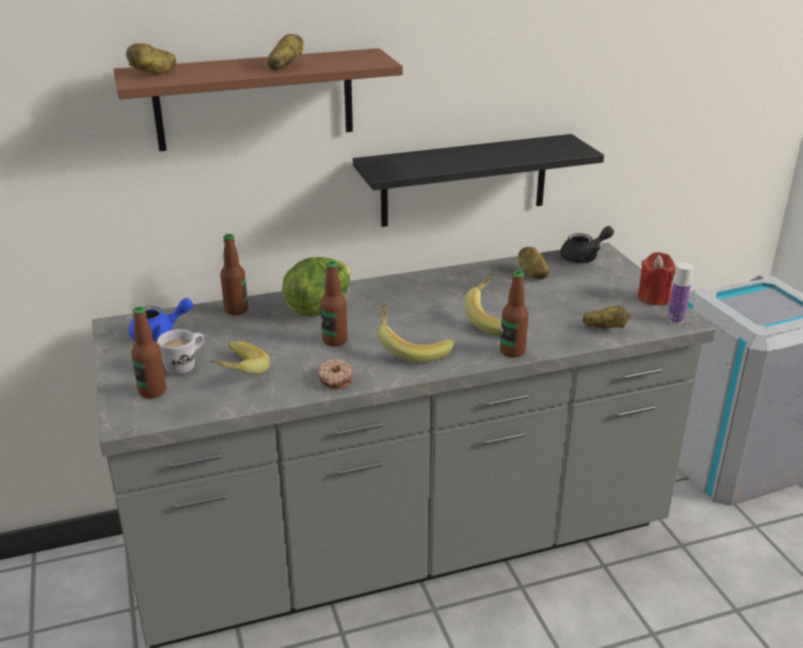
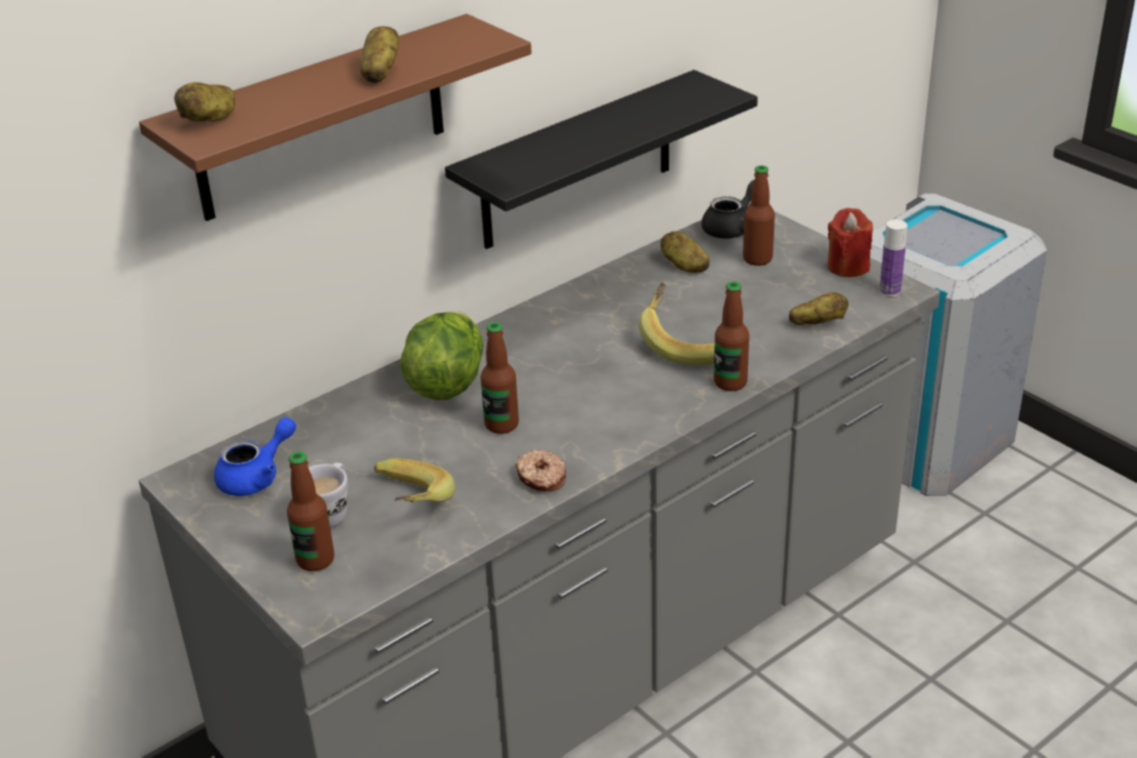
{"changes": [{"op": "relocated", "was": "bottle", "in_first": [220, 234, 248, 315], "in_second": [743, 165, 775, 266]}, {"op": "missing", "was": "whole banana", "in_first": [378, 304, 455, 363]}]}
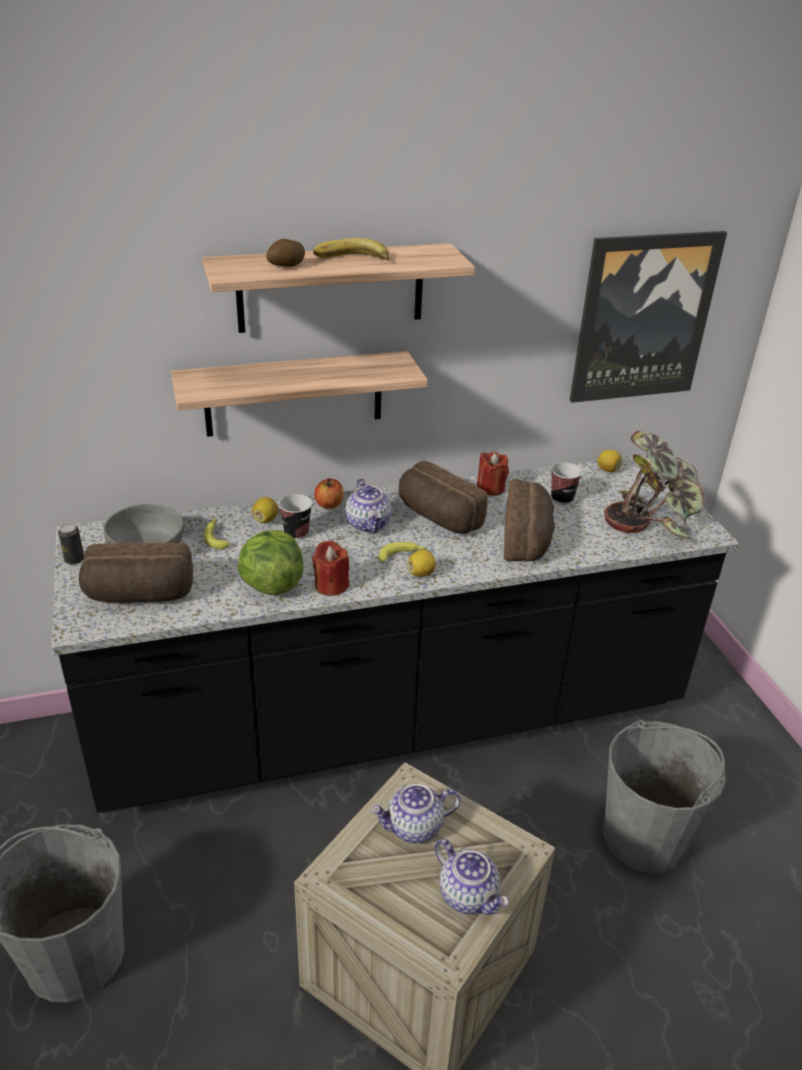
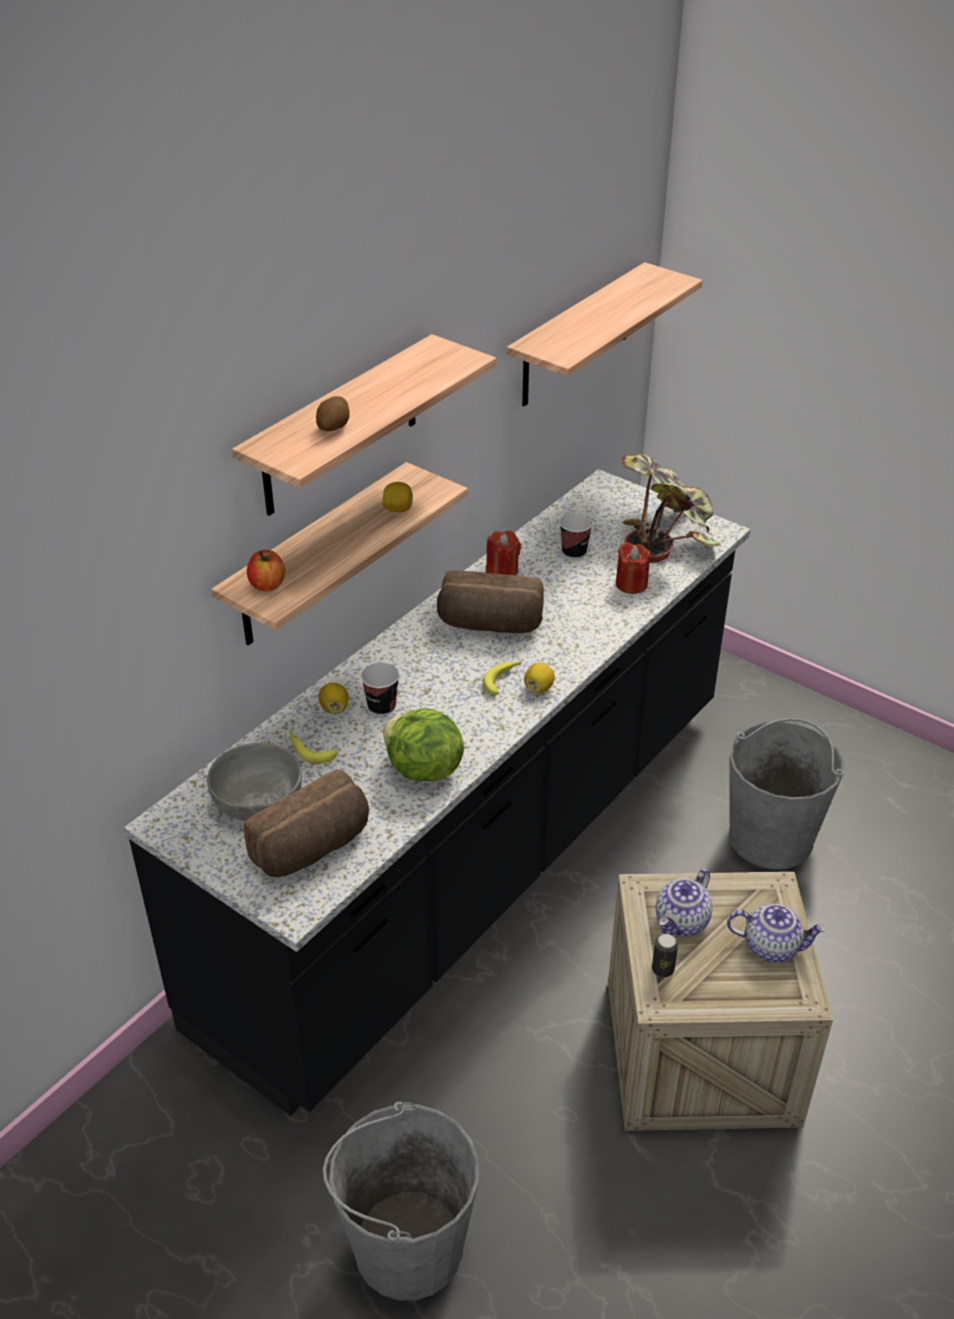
{"changes": [{"op": "relocated", "was": "sealed can", "in_first": [58, 524, 84, 564], "in_second": [652, 933, 678, 977]}, {"op": "relocated", "was": "candle (reddish)", "in_first": [312, 540, 349, 596], "in_second": [616, 542, 650, 594]}, {"op": "missing", "was": "whole banana", "in_first": [313, 238, 389, 260]}, {"op": "relocated", "was": "whole apple", "in_first": [315, 478, 343, 509], "in_second": [247, 550, 285, 591]}, {"op": "missing", "was": "pot for tea", "in_first": [345, 478, 391, 533]}, {"op": "missing", "was": "baked bread", "in_first": [504, 480, 555, 561]}, {"op": "exchanged", "was": "wall art", "now": "bracket shelf", "in_first": [570, 231, 727, 403], "in_second": [506, 262, 703, 406]}, {"op": "relocated", "was": "whole lemon", "in_first": [597, 450, 622, 472], "in_second": [382, 482, 413, 512]}]}
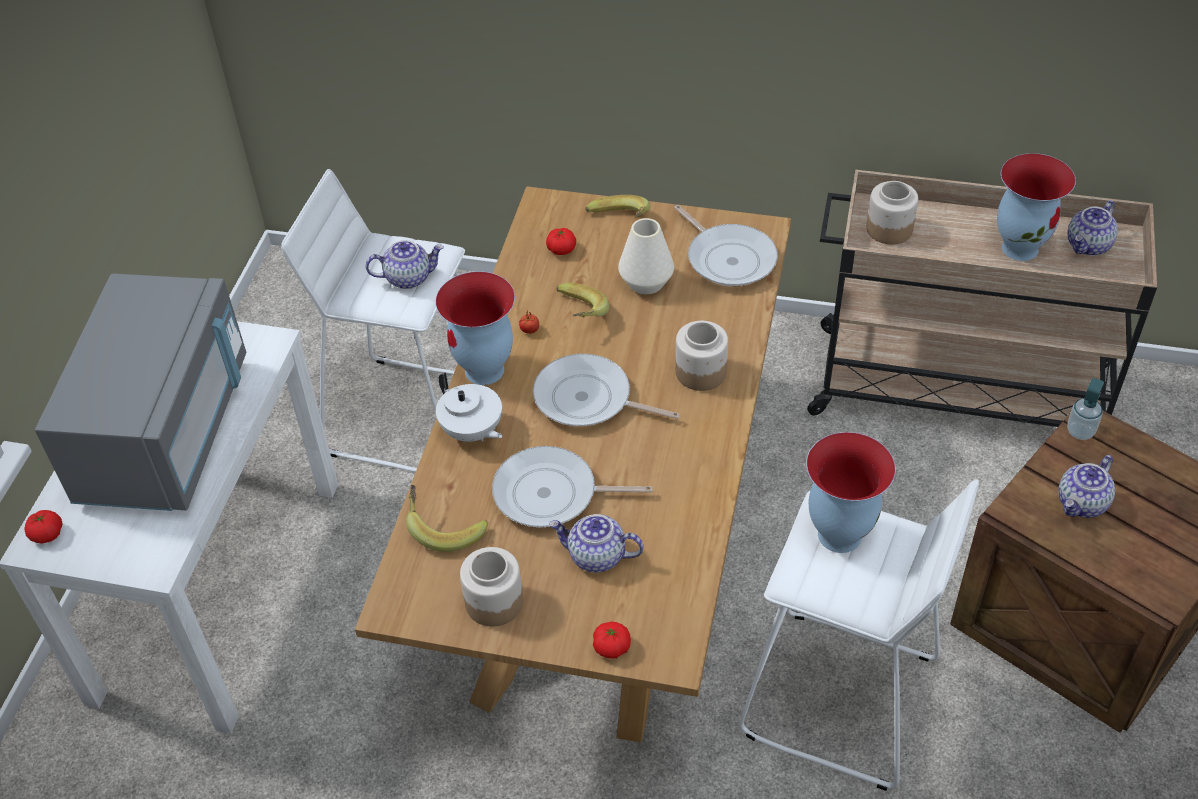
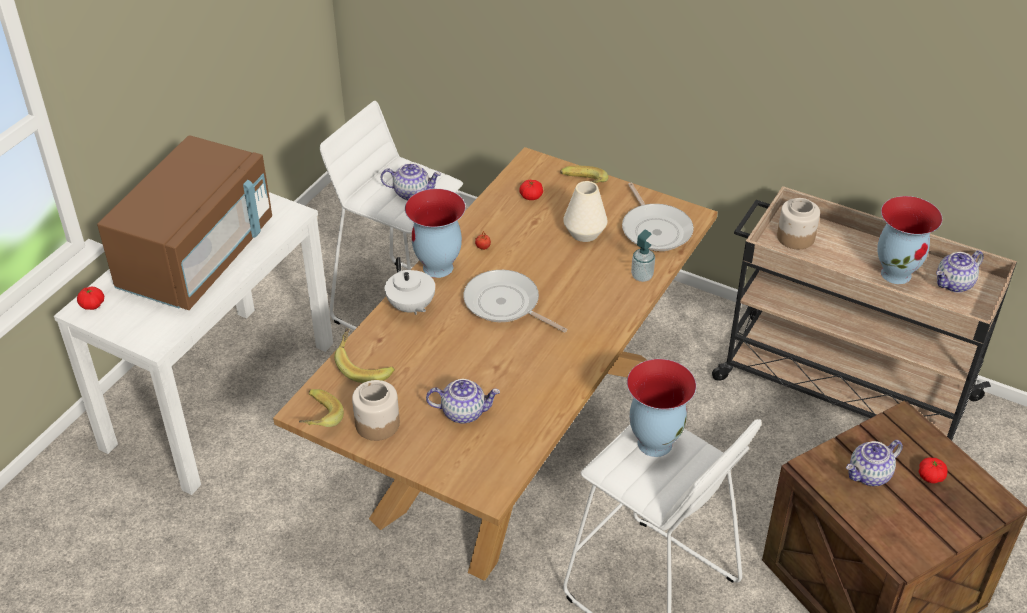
{"changes": [{"op": "colour", "was": "microwave (grey)", "now": "microwave (brownish)", "in_first": [35, 273, 247, 511], "in_second": [97, 135, 272, 310]}, {"op": "missing", "was": "pan", "in_first": [492, 446, 653, 527]}, {"op": "spun", "was": "pot for tea", "in_first": [549, 514, 644, 573], "in_second": [426, 379, 500, 424], "clockwise": 150}, {"op": "relocated", "was": "whole banana", "in_first": [556, 283, 609, 318], "in_second": [299, 389, 344, 427]}, {"op": "relocated", "was": "whole tomato", "in_first": [593, 621, 631, 659], "in_second": [919, 457, 947, 484]}, {"op": "missing", "was": "storage jar", "in_first": [675, 321, 728, 391]}, {"op": "relocated", "was": "liquid soap bottle", "in_first": [1067, 378, 1104, 440], "in_second": [631, 230, 655, 282]}]}
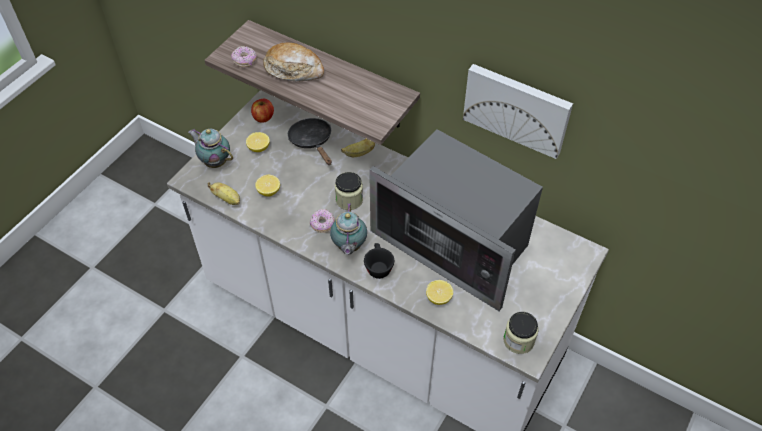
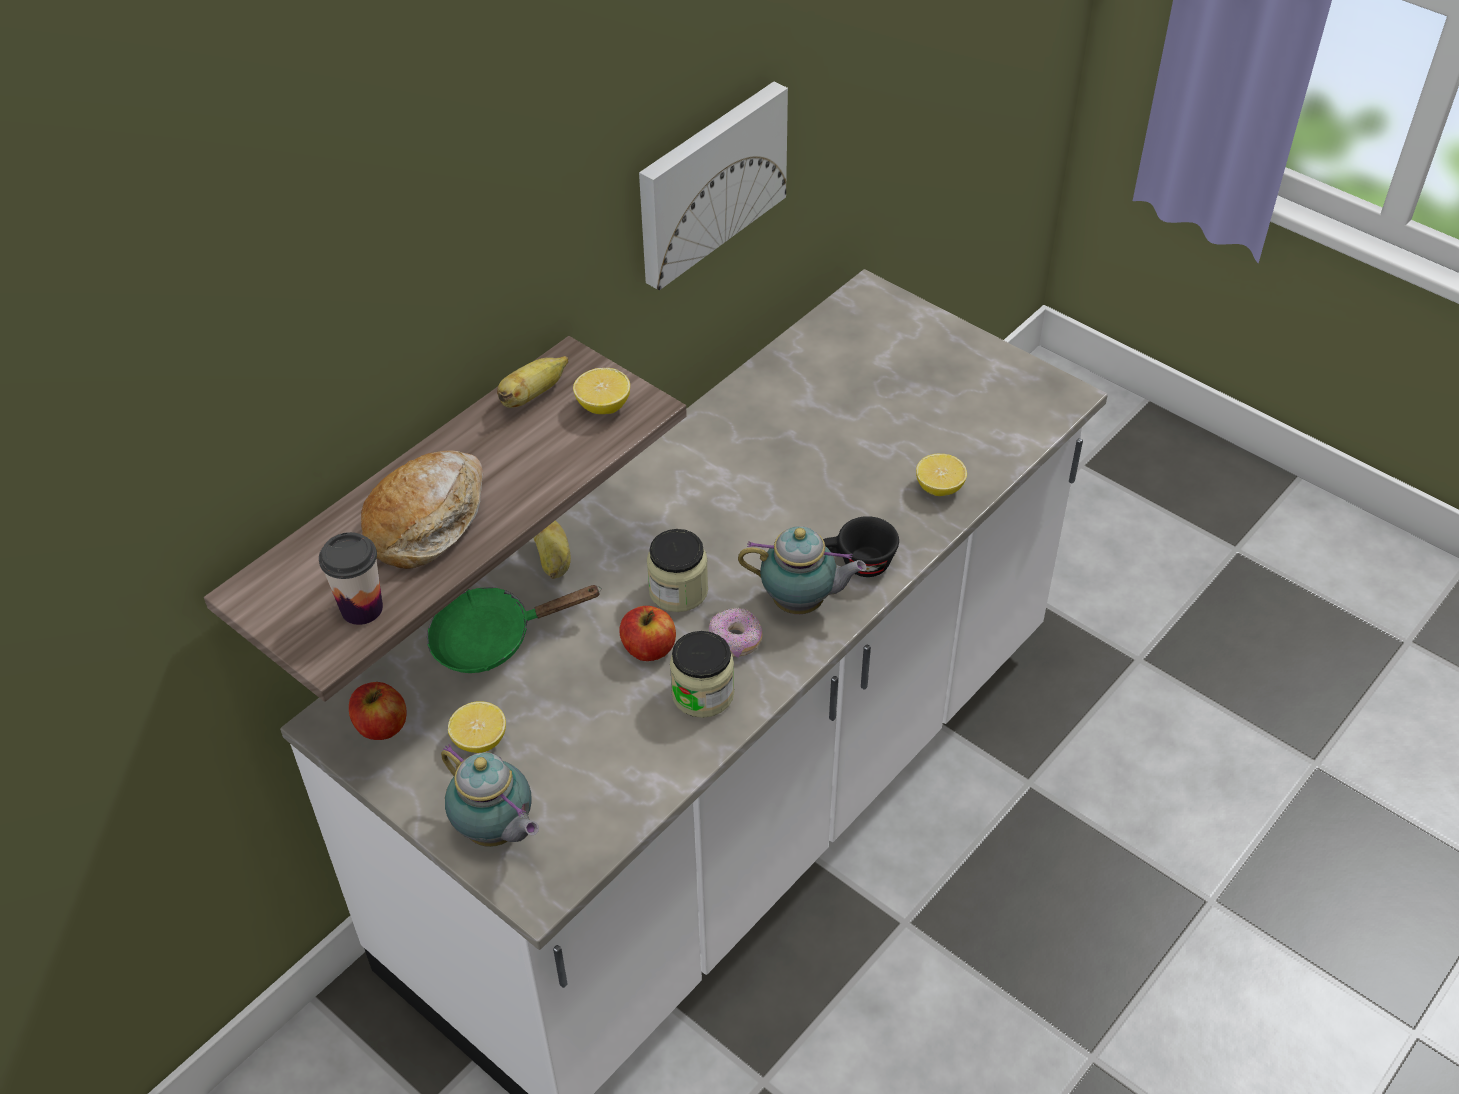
{"changes": [{"op": "spun", "was": "pot for tea", "in_first": [188, 129, 233, 168], "in_second": [441, 744, 539, 847], "clockwise": -90}, {"op": "relocated", "was": "whole banana", "in_first": [208, 182, 240, 205], "in_second": [497, 356, 568, 408]}, {"op": "exchanged", "was": "donut", "now": "cup", "in_first": [231, 46, 257, 67], "in_second": [319, 532, 383, 625]}, {"op": "relocated", "was": "whole lemon", "in_first": [255, 175, 280, 197], "in_second": [573, 368, 630, 414]}, {"op": "colour", "was": "pan (black-coloured)", "now": "pan (greenish)", "in_first": [288, 118, 332, 165], "in_second": [427, 585, 602, 673]}, {"op": "missing", "was": "microwave", "in_first": [369, 129, 543, 311]}, {"op": "relocated", "was": "storage jar", "in_first": [503, 312, 539, 354], "in_second": [670, 631, 734, 718]}, {"op": "appeared", "now": "whole apple", "in_second": [619, 606, 676, 661]}]}
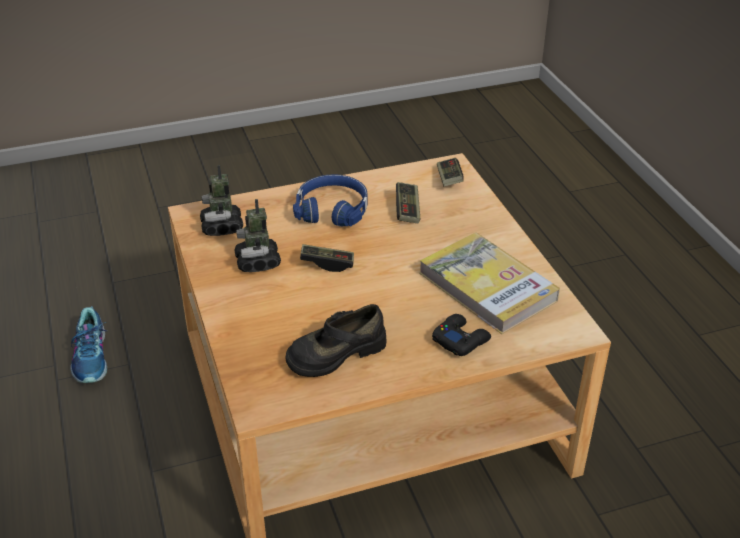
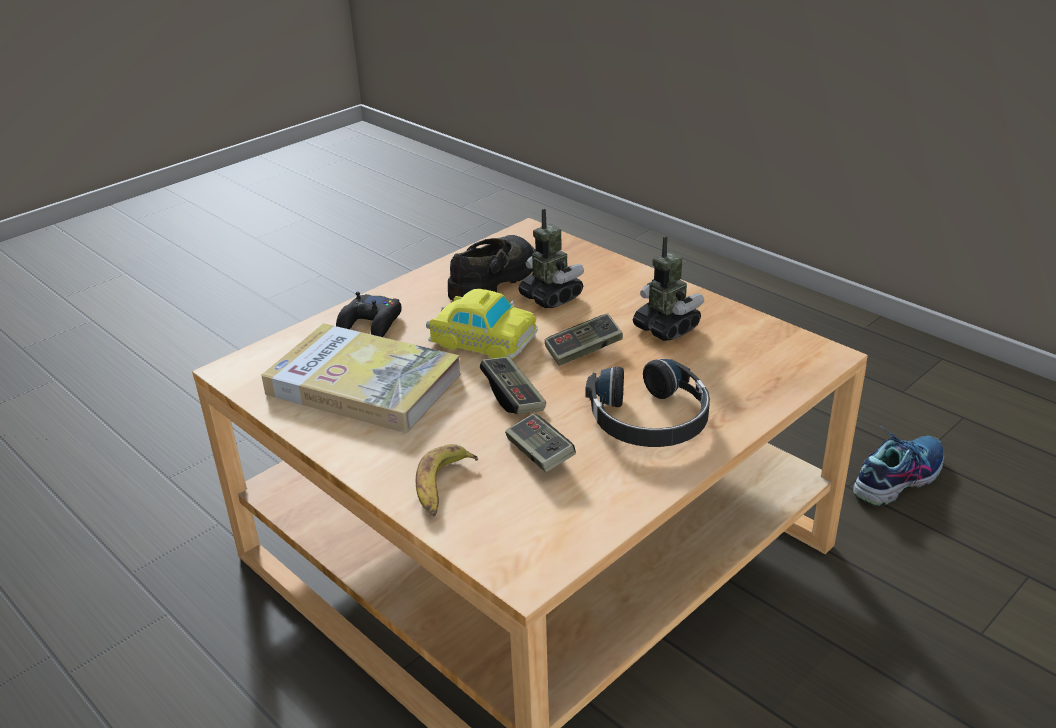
{"changes": [{"op": "spun", "was": "item of footwear", "in_first": [70, 306, 107, 383], "in_second": [853, 426, 944, 506], "clockwise": 90}, {"op": "relocated", "was": "model robot", "in_first": [200, 165, 243, 236], "in_second": [518, 209, 584, 308]}, {"op": "colour", "was": "pair of headphones (blue-coloured)", "now": "pair of headphones (black-coloured)", "in_first": [293, 174, 368, 226], "in_second": [586, 359, 710, 447]}, {"op": "relocated", "was": "gamepad", "in_first": [437, 158, 464, 186], "in_second": [480, 356, 546, 414]}, {"op": "appeared", "now": "whole banana", "in_second": [415, 444, 478, 516]}, {"op": "appeared", "now": "model car", "in_second": [426, 289, 538, 359]}]}
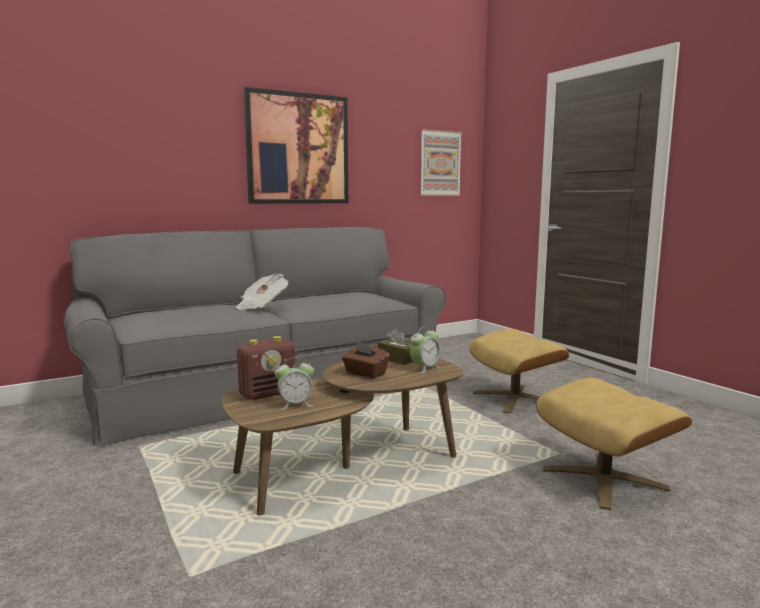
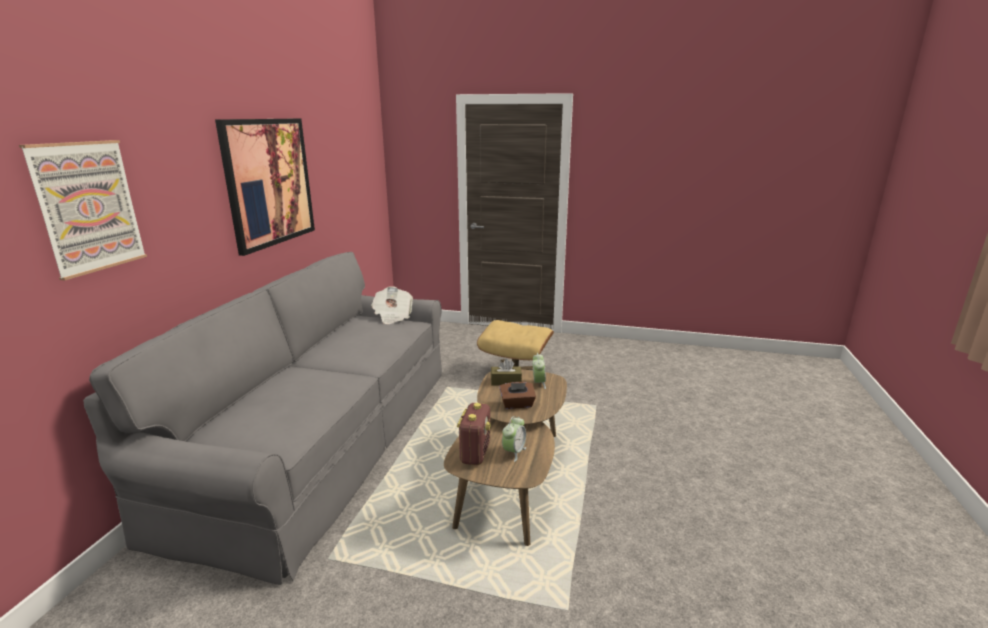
{"changes": [{"op": "relocated", "was": "newspaper", "in_first": [236, 274, 288, 309], "in_second": [371, 286, 413, 324]}, {"op": "relocated", "was": "wall art", "in_first": [420, 129, 462, 196], "in_second": [19, 140, 147, 280]}, {"op": "missing", "was": "footrest (sand-coloured)", "in_first": [536, 378, 692, 510]}]}
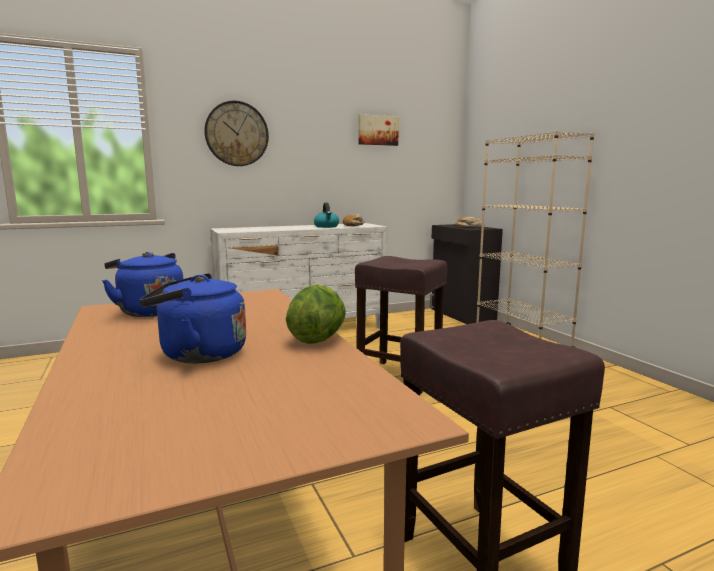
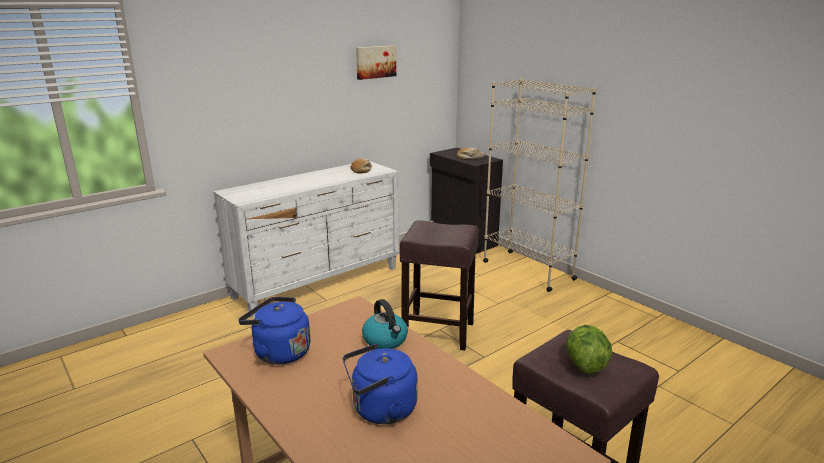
{"changes": [{"op": "missing", "was": "wall clock", "in_first": [204, 101, 269, 166]}, {"op": "relocated", "was": "lettuce", "in_first": [286, 285, 346, 344], "in_second": [566, 325, 612, 374]}, {"op": "relocated", "was": "tea kettle", "in_first": [314, 202, 339, 228], "in_second": [362, 299, 408, 349]}]}
